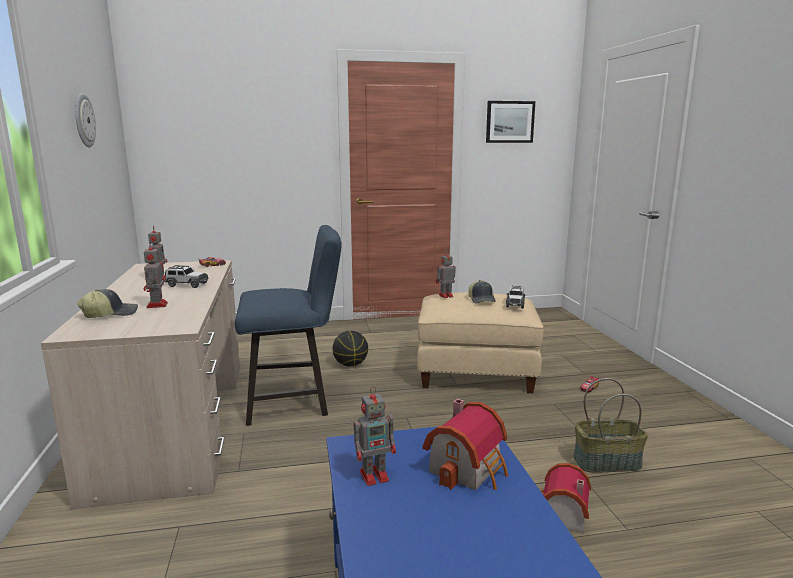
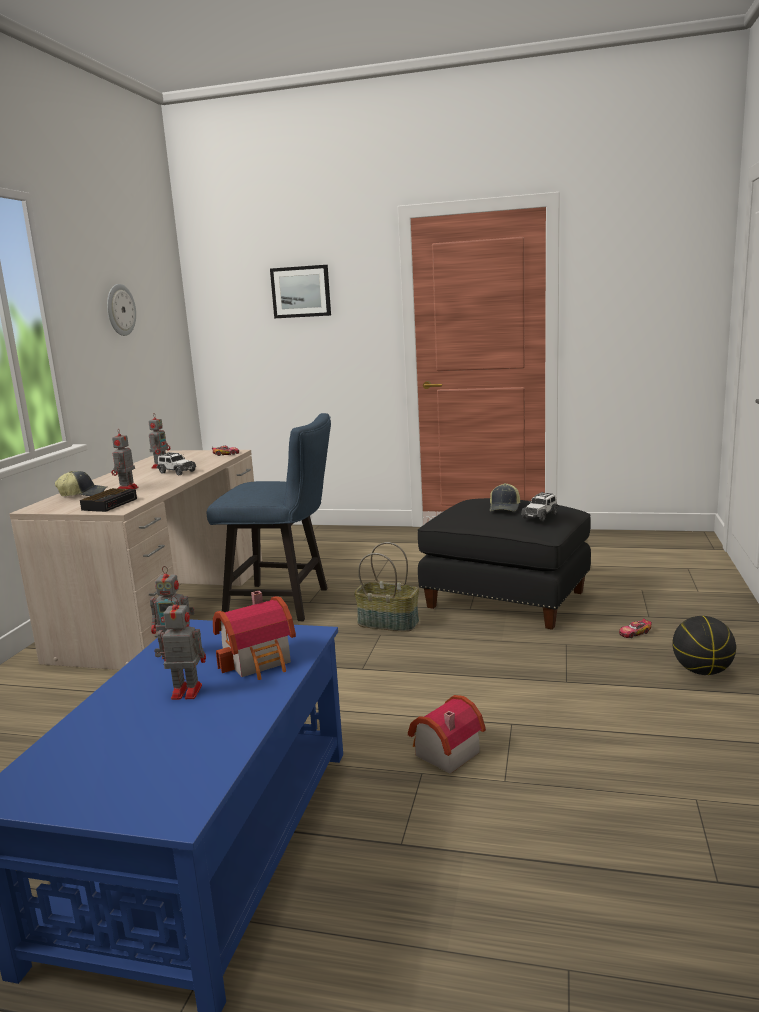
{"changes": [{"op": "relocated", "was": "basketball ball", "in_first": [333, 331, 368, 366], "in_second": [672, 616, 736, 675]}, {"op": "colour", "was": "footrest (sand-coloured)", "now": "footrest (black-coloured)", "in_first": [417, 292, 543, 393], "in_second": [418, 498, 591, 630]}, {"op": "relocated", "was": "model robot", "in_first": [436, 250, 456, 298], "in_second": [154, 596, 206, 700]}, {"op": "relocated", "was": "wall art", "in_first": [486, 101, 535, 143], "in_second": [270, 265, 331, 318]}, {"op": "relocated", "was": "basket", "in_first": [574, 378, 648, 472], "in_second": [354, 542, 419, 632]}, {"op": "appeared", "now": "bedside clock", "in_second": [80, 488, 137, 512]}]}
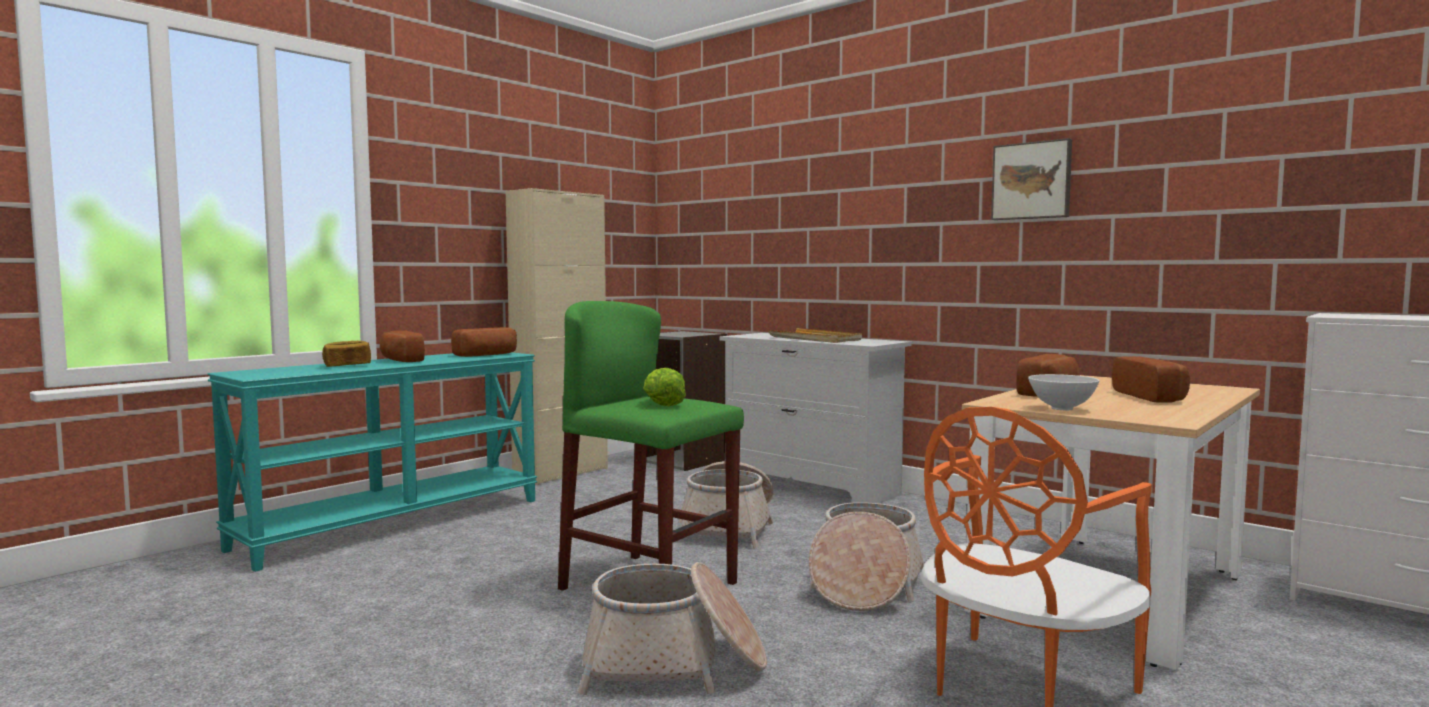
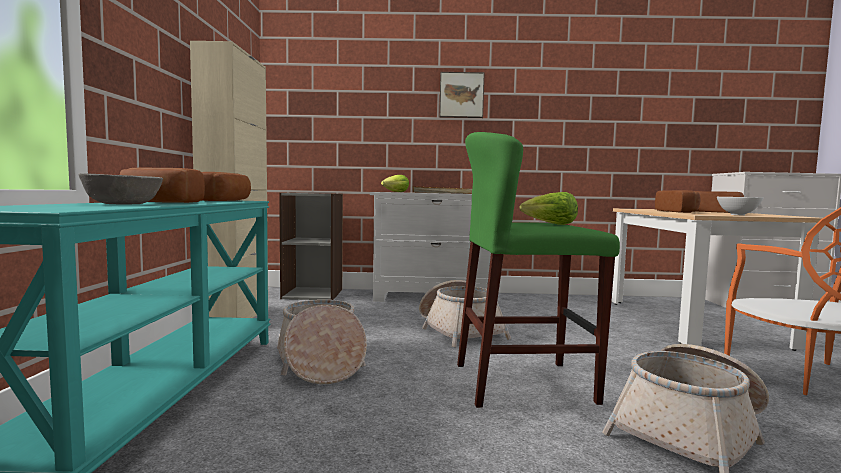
{"changes": [{"op": "exchanged", "was": "baked bread", "now": "deep dish (grey)", "in_first": [322, 341, 371, 367], "in_second": [78, 173, 163, 204]}, {"op": "relocated", "was": "basket", "in_first": [809, 502, 924, 611], "in_second": [277, 300, 367, 384]}, {"op": "relocated", "was": "wall art", "in_first": [991, 138, 1072, 220], "in_second": [439, 72, 485, 118]}, {"op": "appeared", "now": "lettuce", "in_second": [381, 175, 409, 192]}]}
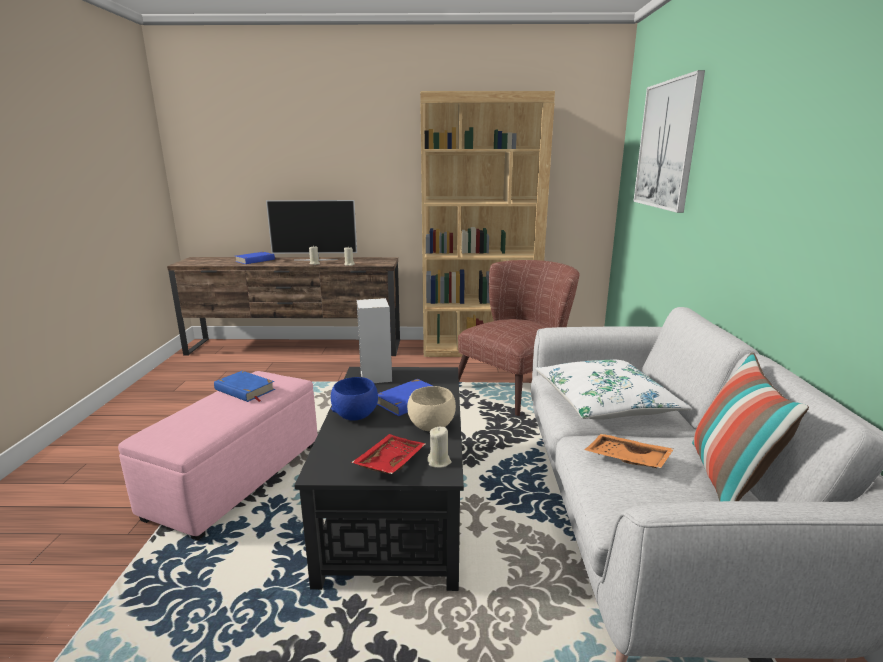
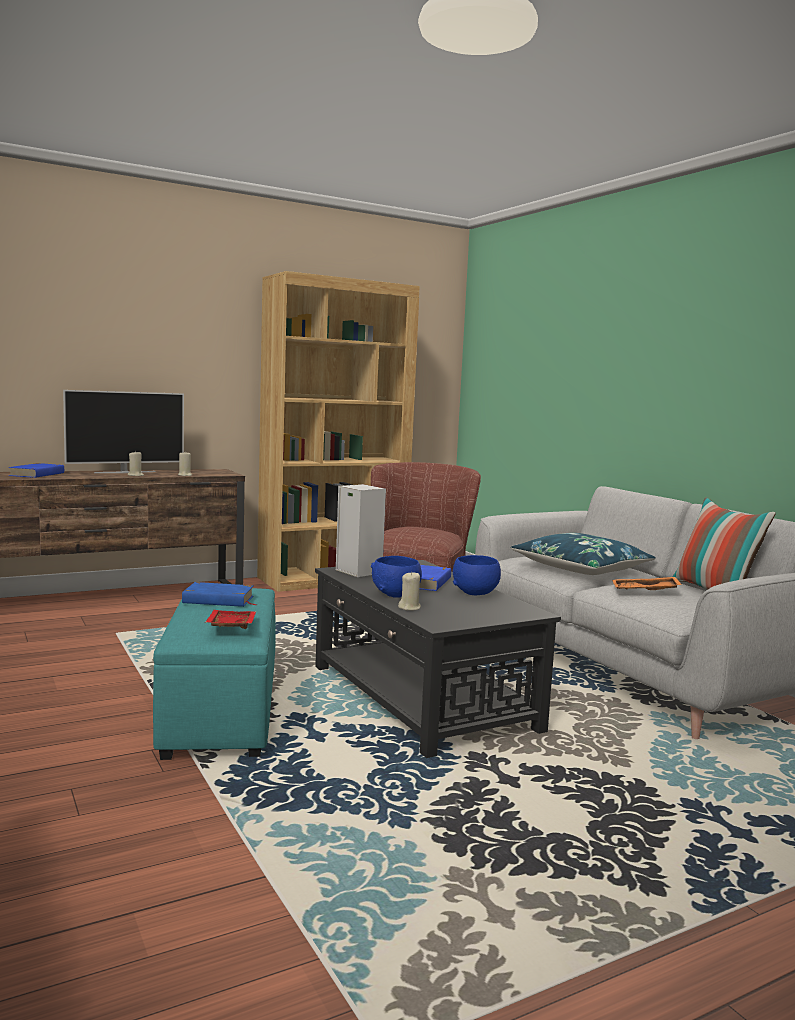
{"changes": [{"op": "colour", "was": "footrest (pink-coloured)", "now": "footrest (turquoise)", "in_first": [118, 371, 318, 541], "in_second": [153, 588, 276, 760]}, {"op": "relocated", "was": "serving tray (reddish)", "in_first": [351, 434, 426, 474], "in_second": [205, 610, 256, 629]}, {"op": "colour", "was": "deep dish (sand-coloured)", "now": "deep dish (blue-coloured)", "in_first": [407, 386, 456, 431], "in_second": [453, 555, 501, 595]}, {"op": "relocated", "was": "candle (sand-coloured)", "in_first": [427, 427, 451, 468], "in_second": [398, 571, 421, 611]}, {"op": "colour", "was": "pillow (white)", "now": "pillow (blue-coloured)", "in_first": [536, 360, 691, 420], "in_second": [511, 533, 656, 575]}, {"op": "missing", "was": "wall art", "in_first": [633, 70, 705, 213]}]}
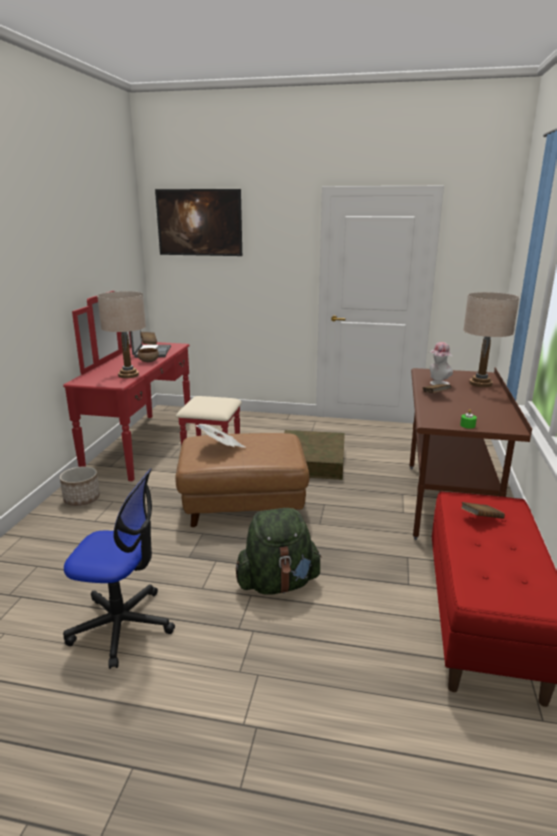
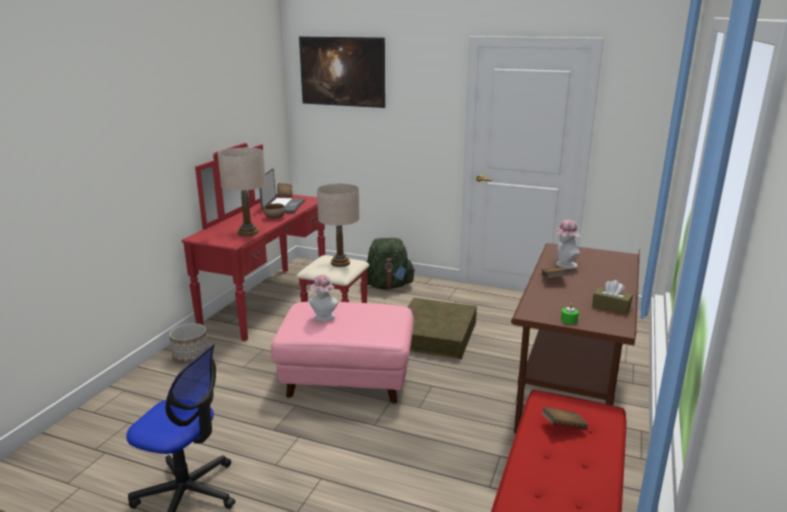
{"changes": [{"op": "colour", "was": "footrest (brownish)", "now": "footrest (pink-coloured)", "in_first": [175, 433, 309, 527], "in_second": [271, 302, 414, 404]}, {"op": "exchanged", "was": "newspaper", "now": "wearable hat", "in_first": [195, 424, 246, 448], "in_second": [309, 275, 338, 321]}, {"op": "relocated", "was": "backpack (greenish)", "in_first": [236, 508, 322, 595], "in_second": [366, 238, 415, 289]}, {"op": "relocated", "was": "table lamp (sand-coloured)", "in_first": [463, 292, 519, 387], "in_second": [317, 183, 360, 267]}, {"op": "appeared", "now": "box of tissues (brownish)", "in_second": [592, 280, 633, 314]}]}
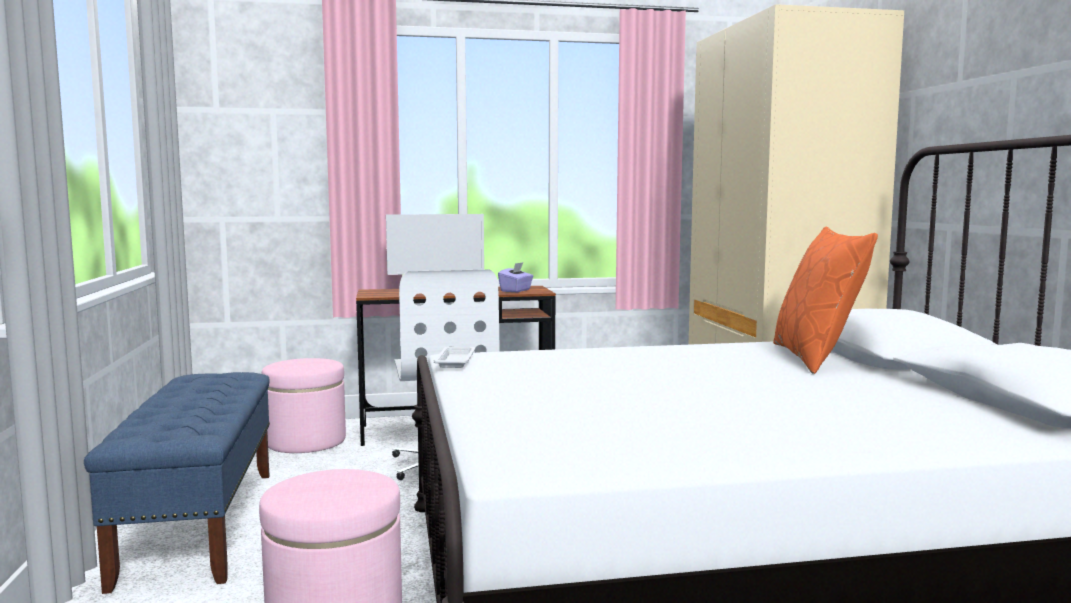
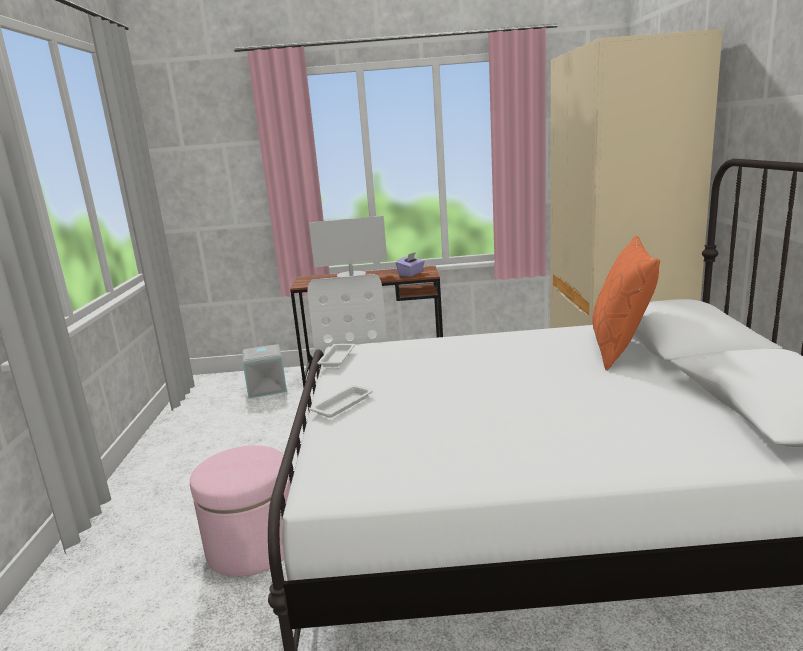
{"changes": [{"op": "missing", "was": "bench (blue-coloured)", "in_first": [84, 372, 270, 594]}, {"op": "exchanged", "was": "footrest (pink-coloured)", "now": "storage bin (grey)", "in_first": [262, 358, 346, 453], "in_second": [242, 344, 287, 399]}, {"op": "appeared", "now": "serving tray (white)", "in_second": [309, 385, 373, 418]}]}
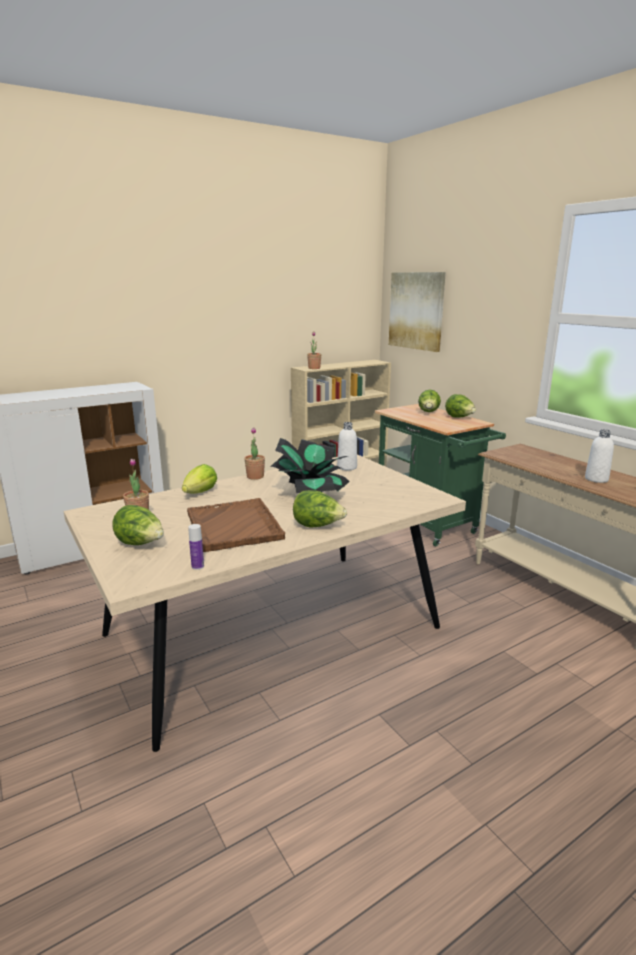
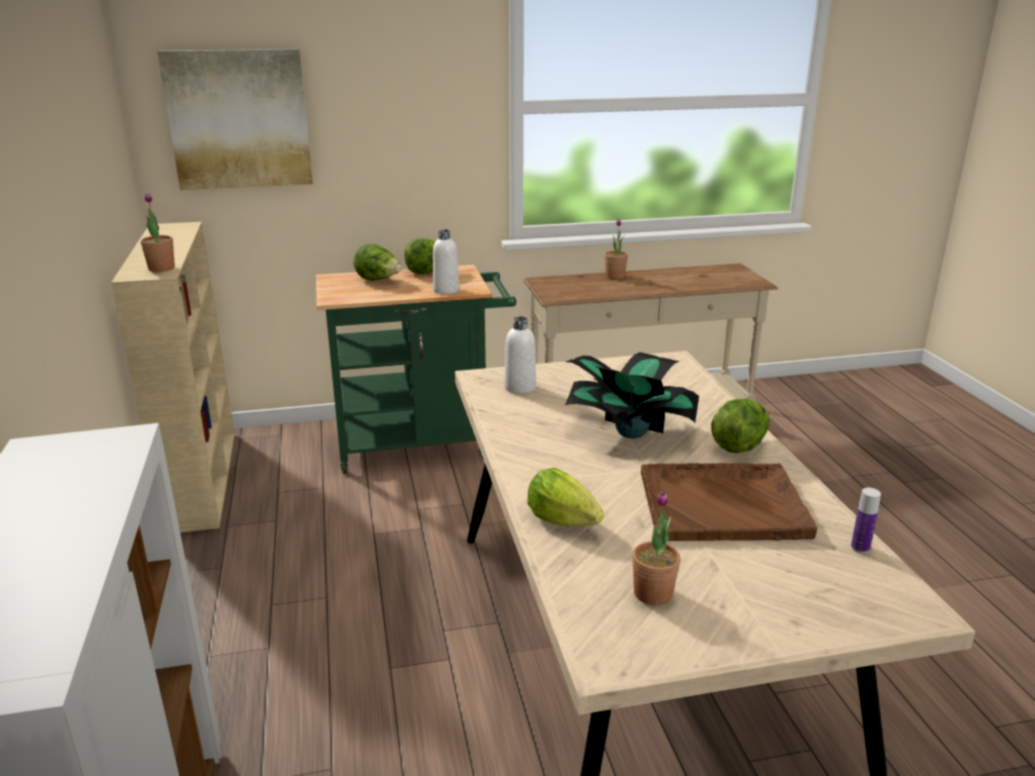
{"changes": [{"op": "missing", "was": "lettuce", "in_first": [113, 505, 164, 545]}, {"op": "relocated", "was": "potted plant", "in_first": [244, 427, 265, 480], "in_second": [605, 219, 628, 279]}, {"op": "relocated", "was": "bottle (white)", "in_first": [585, 429, 614, 483], "in_second": [433, 229, 459, 294]}]}
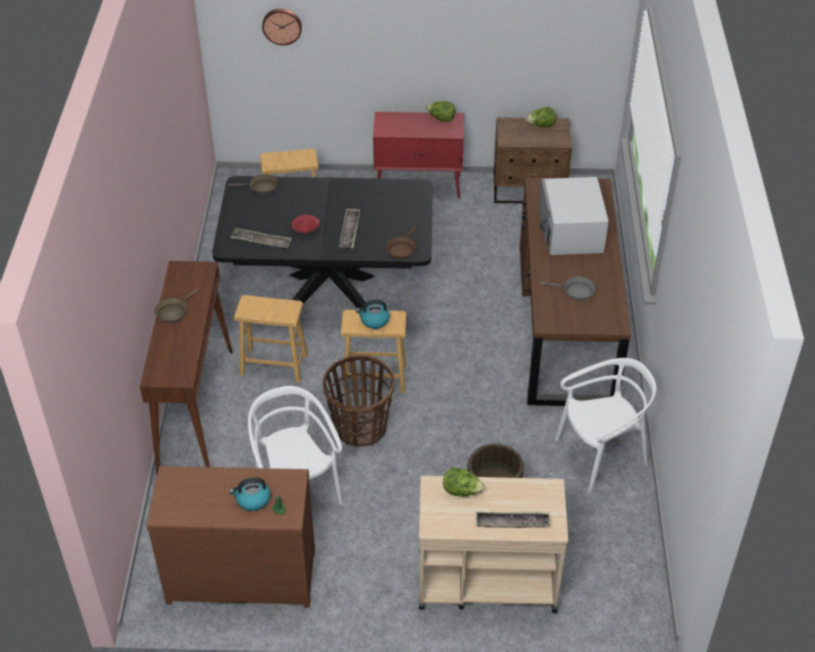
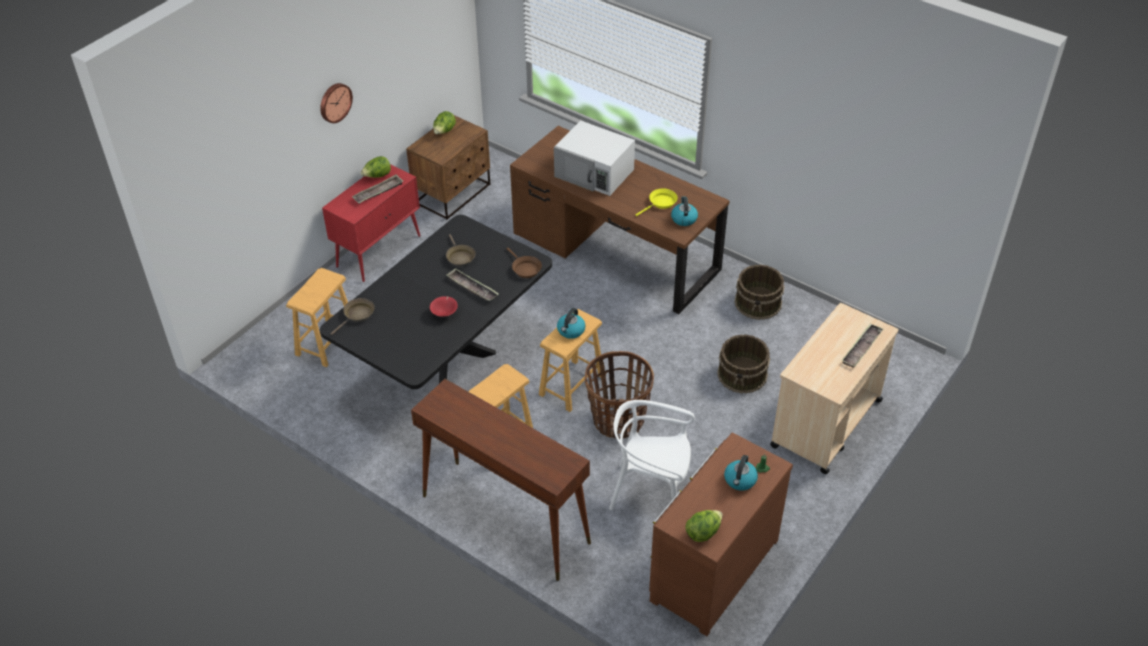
{"changes": [{"op": "relocated", "was": "pan (brownish)", "in_first": [154, 288, 200, 323], "in_second": [446, 234, 476, 267]}, {"op": "relocated", "was": "serving tray", "in_first": [230, 228, 292, 250], "in_second": [352, 174, 403, 204]}, {"op": "relocated", "was": "wall clock", "in_first": [262, 9, 302, 45], "in_second": [320, 83, 353, 123]}, {"op": "relocated", "was": "lettuce", "in_first": [443, 467, 485, 497], "in_second": [685, 510, 723, 542]}, {"op": "colour", "was": "pan (grey)", "now": "pan (yellow)", "in_first": [540, 277, 596, 300], "in_second": [636, 188, 678, 216]}, {"op": "exchanged", "was": "upright chair (white)", "now": "water bucket (brownish)", "in_first": [555, 358, 656, 493], "in_second": [734, 264, 785, 320]}, {"op": "appeared", "now": "tea kettle", "in_second": [671, 196, 698, 226]}]}
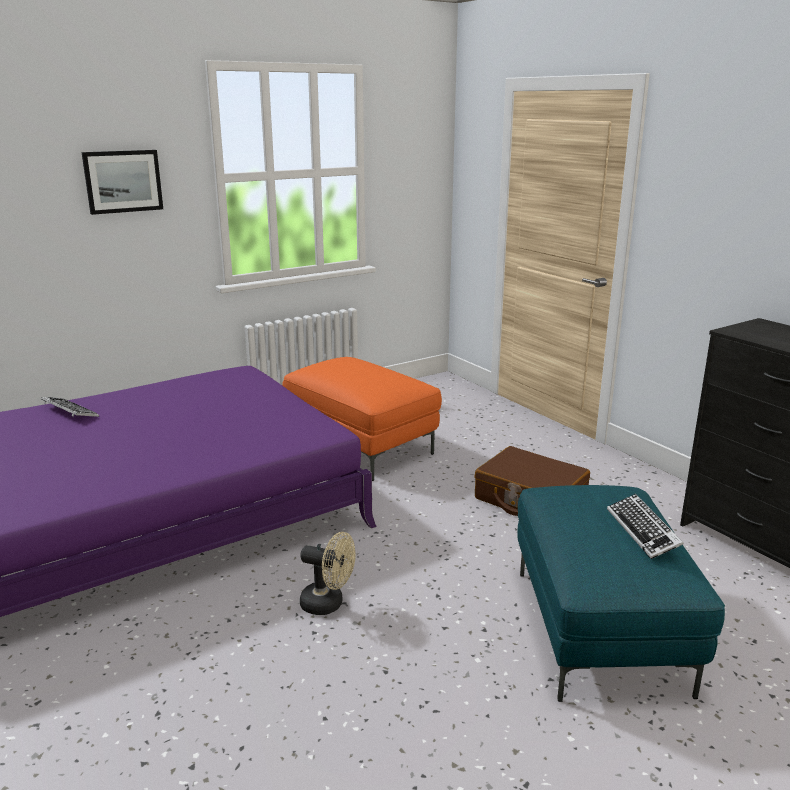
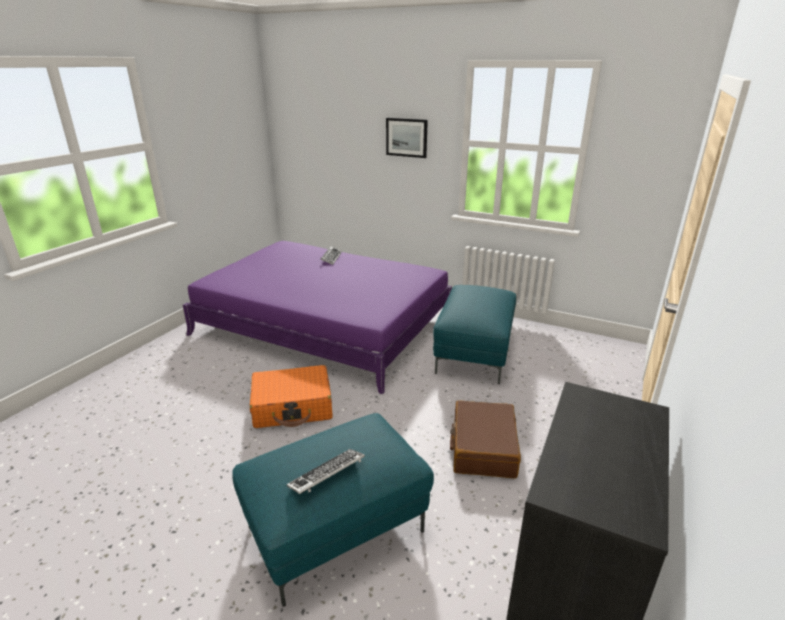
{"changes": [{"op": "colour", "was": "footrest (orangey)", "now": "footrest (turquoise)", "in_first": [282, 357, 442, 481], "in_second": [433, 285, 516, 384]}, {"op": "exchanged", "was": "cooling fan (sand-coloured)", "now": "piece of luggage (orangey)", "in_first": [300, 532, 356, 615], "in_second": [250, 365, 333, 428]}]}
